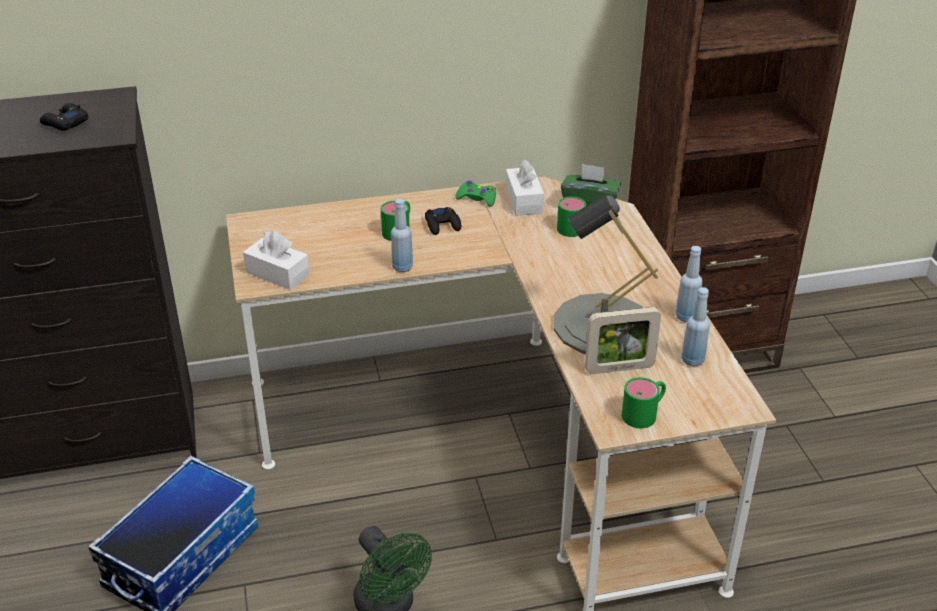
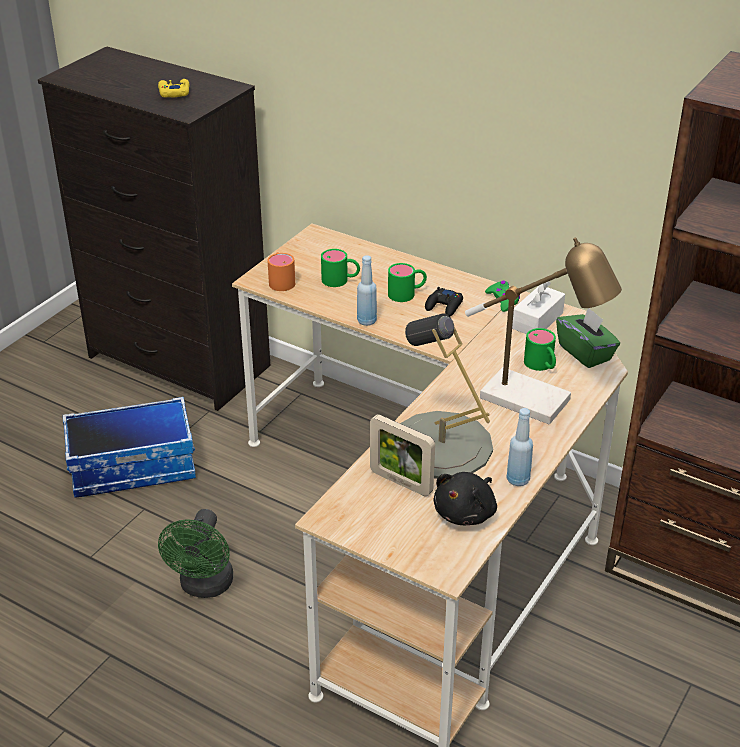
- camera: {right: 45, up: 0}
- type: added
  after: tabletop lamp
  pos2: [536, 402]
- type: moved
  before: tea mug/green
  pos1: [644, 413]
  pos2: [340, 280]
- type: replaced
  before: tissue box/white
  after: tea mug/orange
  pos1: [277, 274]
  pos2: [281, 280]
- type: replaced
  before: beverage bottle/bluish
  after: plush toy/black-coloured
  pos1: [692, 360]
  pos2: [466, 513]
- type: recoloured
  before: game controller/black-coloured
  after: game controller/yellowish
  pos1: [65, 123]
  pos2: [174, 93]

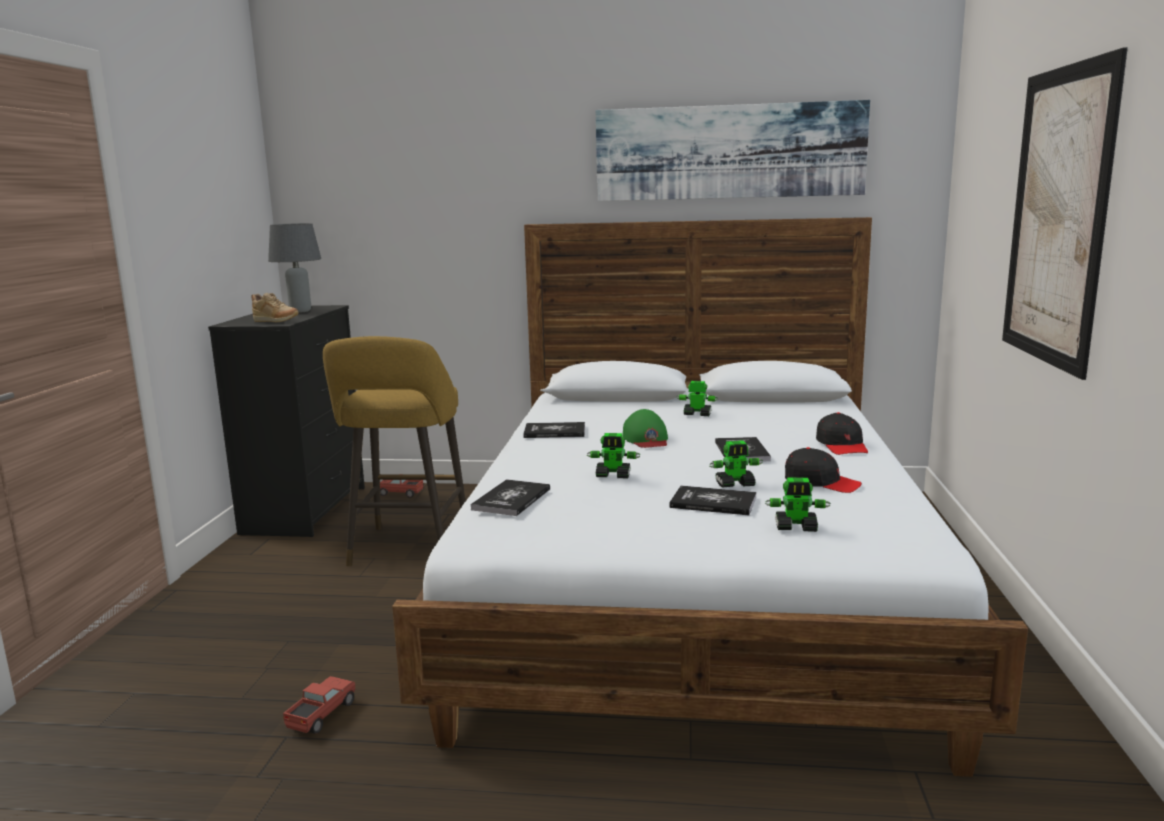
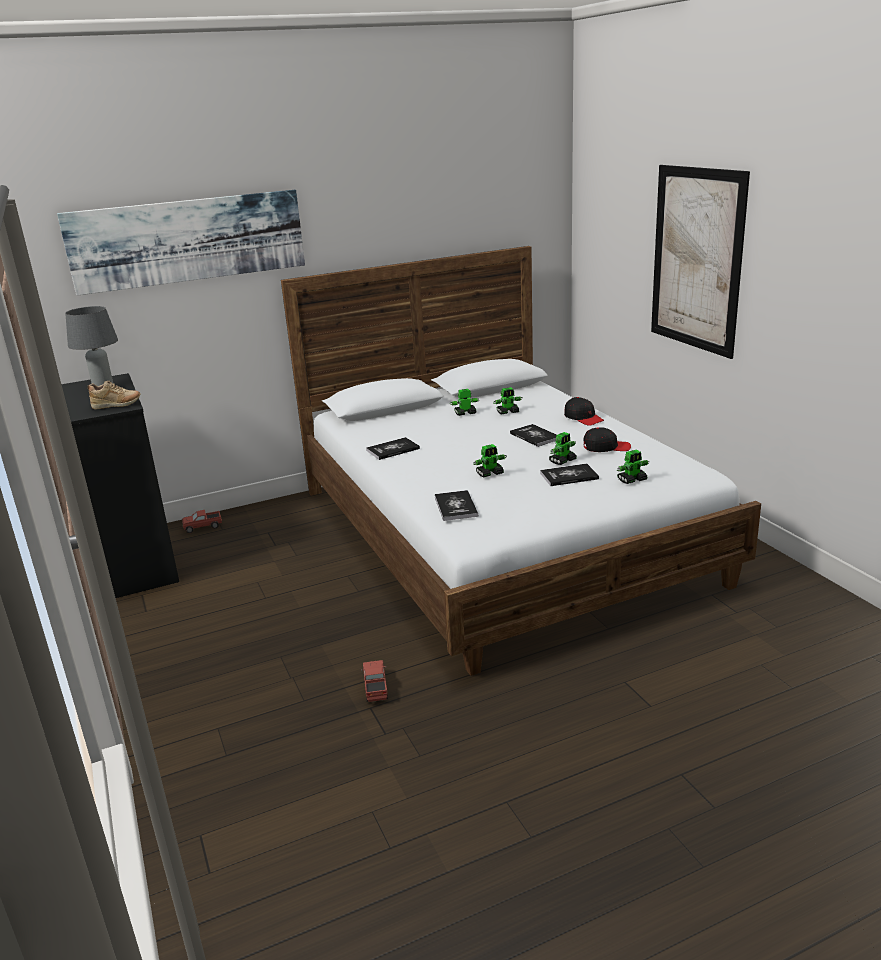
- camera: {right: -30, up: 10}
- type: removed
  before: stool seat/yellowish
  pos1: [408, 550]
- type: removed
  before: peaked cap/green
  pos1: [646, 439]
- type: added
  after: robot figure
  pos2: [508, 412]
- type: moved
  before: wall picture
  pos1: [729, 152]
  pos2: [188, 240]

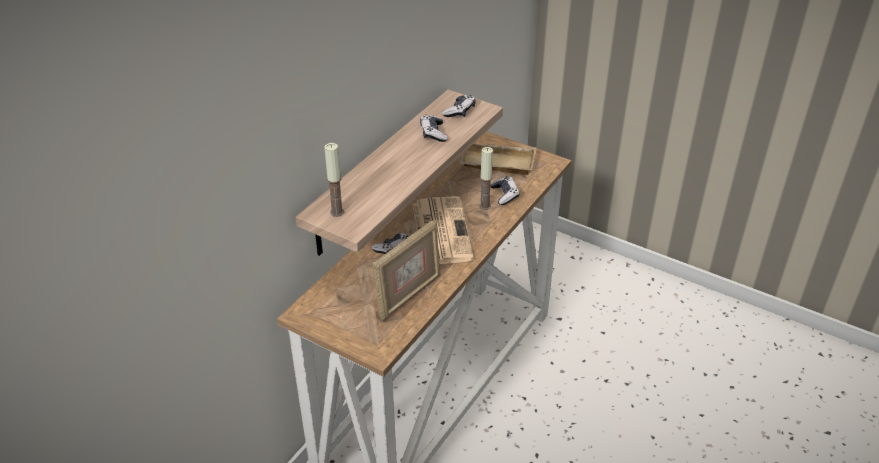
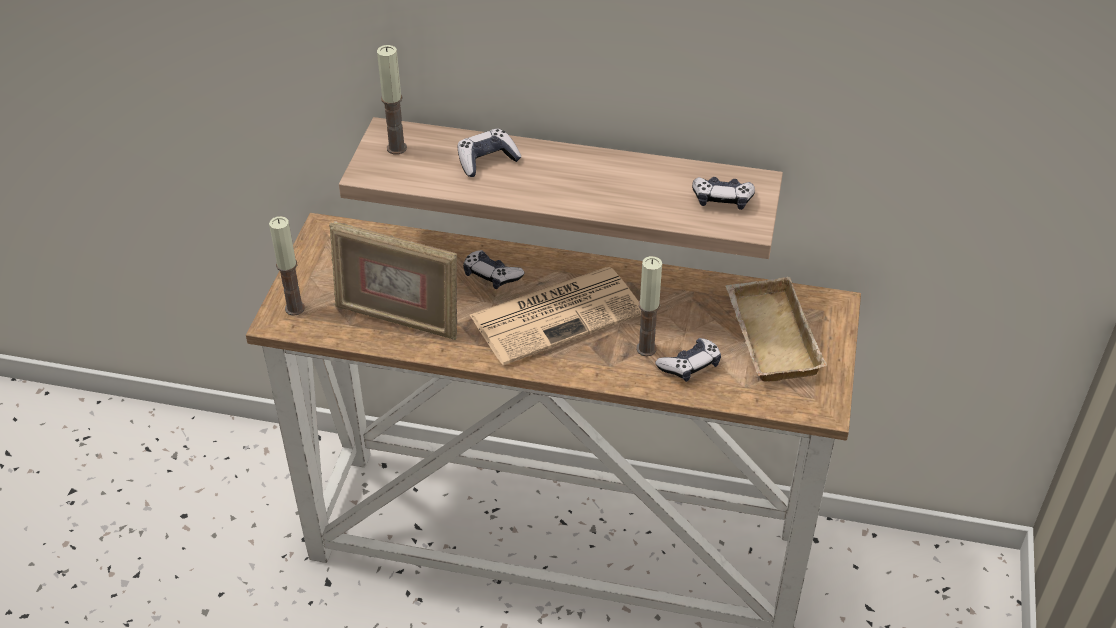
- camera: {right: 70, up: 5}
- type: added
  after: candle
  pos2: [295, 308]
- type: moved
  before: game controller
  pos1: [433, 133]
  pos2: [487, 160]

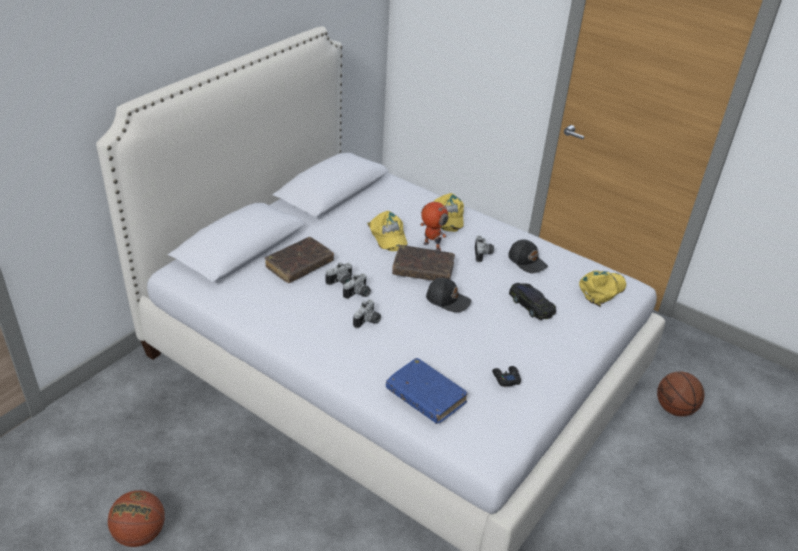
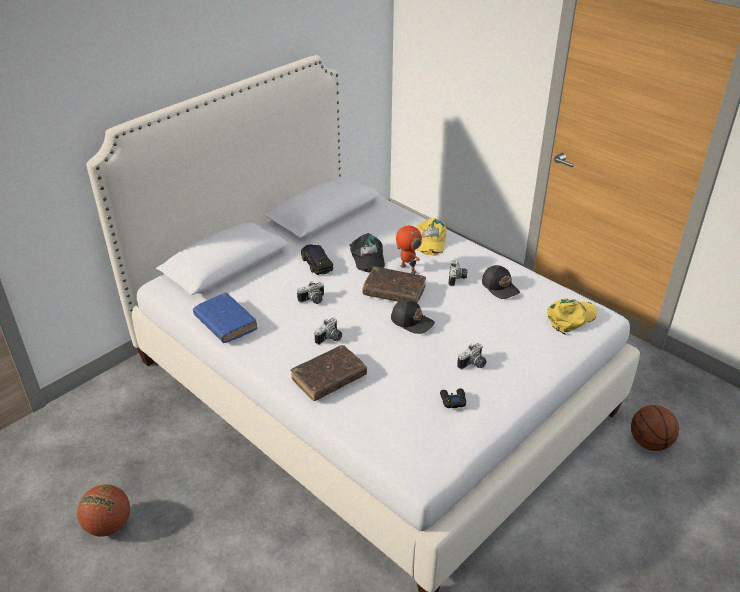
- camera: {right: 10, up: 0}
- type: moved
  before: volume/brown-coloured
  pos1: [299, 265]
  pos2: [329, 378]
- type: moved
  before: still camera
  pos1: [358, 294]
  pos2: [473, 364]
- type: moved
  before: volume/bluish
  pos1: [425, 396]
  pos2: [225, 323]
- type: moved
  before: miniature car/black-coloured
  pos1: [530, 304]
  pos2: [316, 262]
- type: recoloured
  before: peaked cap/yellowish
  after: peaked cap/black-coloured
  pos1: [388, 236]
  pos2: [367, 257]

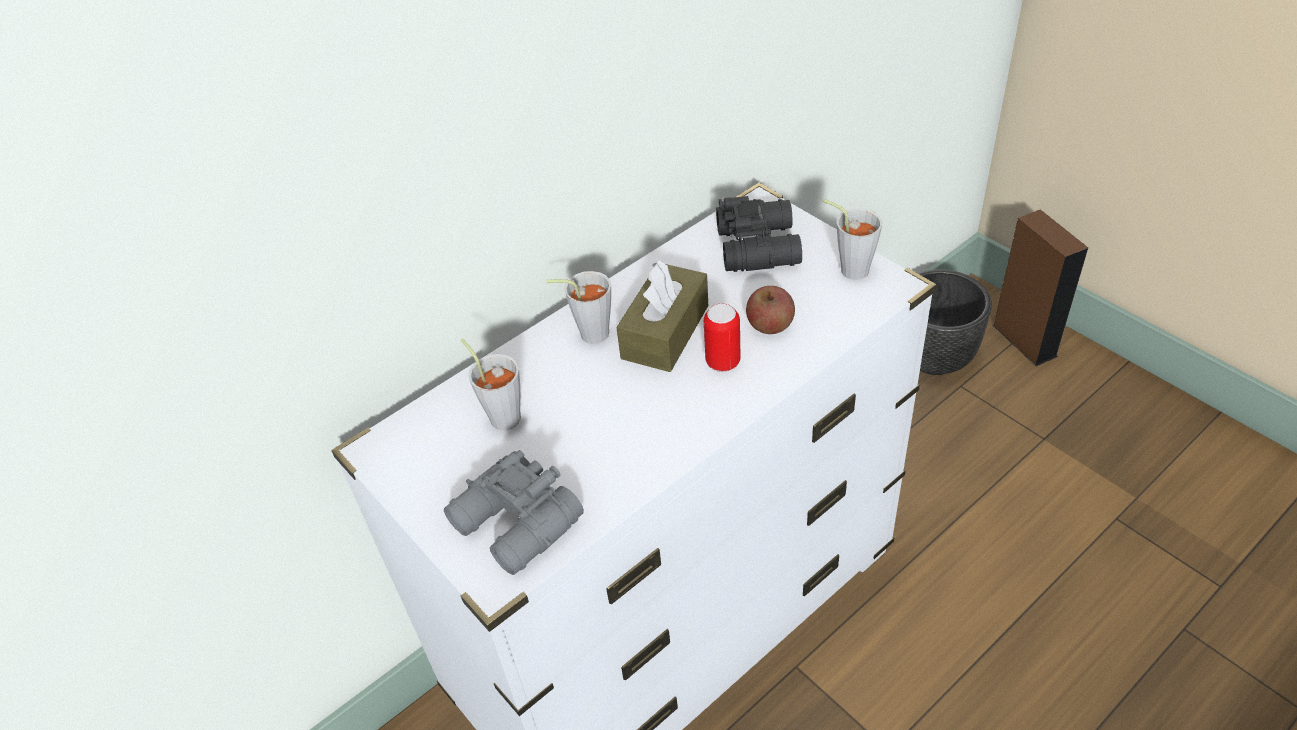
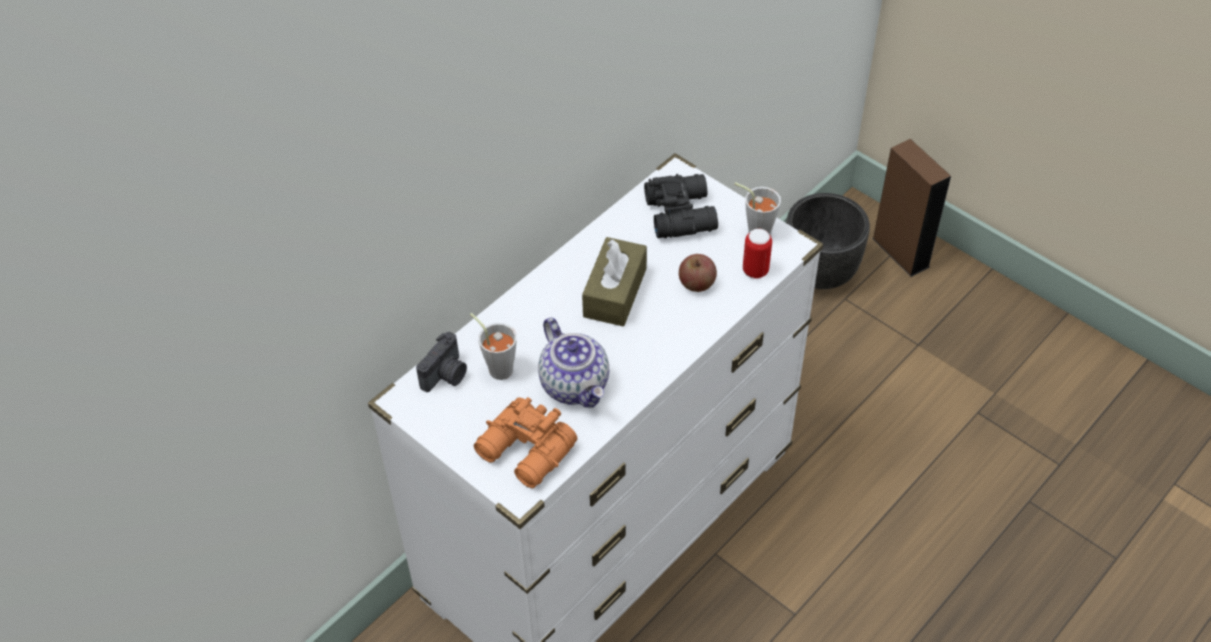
- camera: {right: -10, up: 5}
- type: removed
  before: drinking cup/grey
  pos1: [587, 334]
- type: added
  after: still camera
  pos2: [446, 375]
- type: added
  after: pot for tea
  pos2: [576, 385]
- type: moved
  before: sealed can
  pos1: [723, 362]
  pos2: [755, 270]
- type: recoloured
  before: field glasses/grey
  after: field glasses/orange
  pos1: [516, 526]
  pos2: [526, 453]

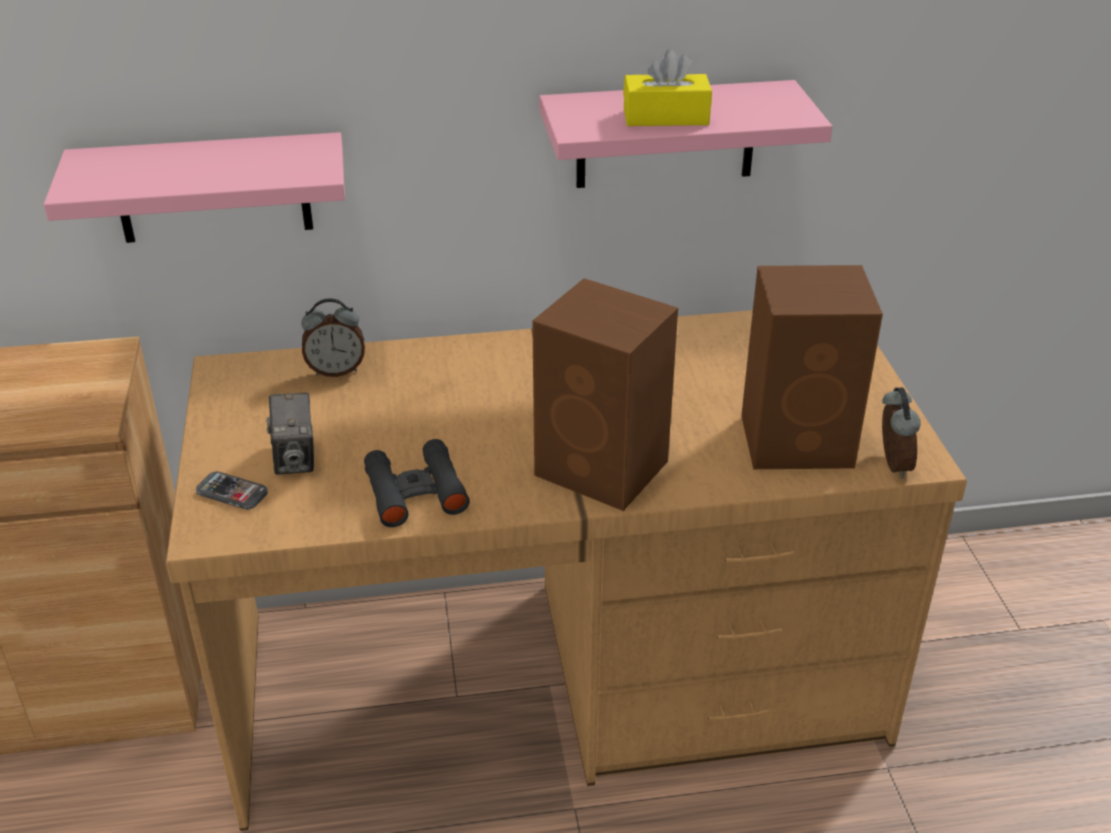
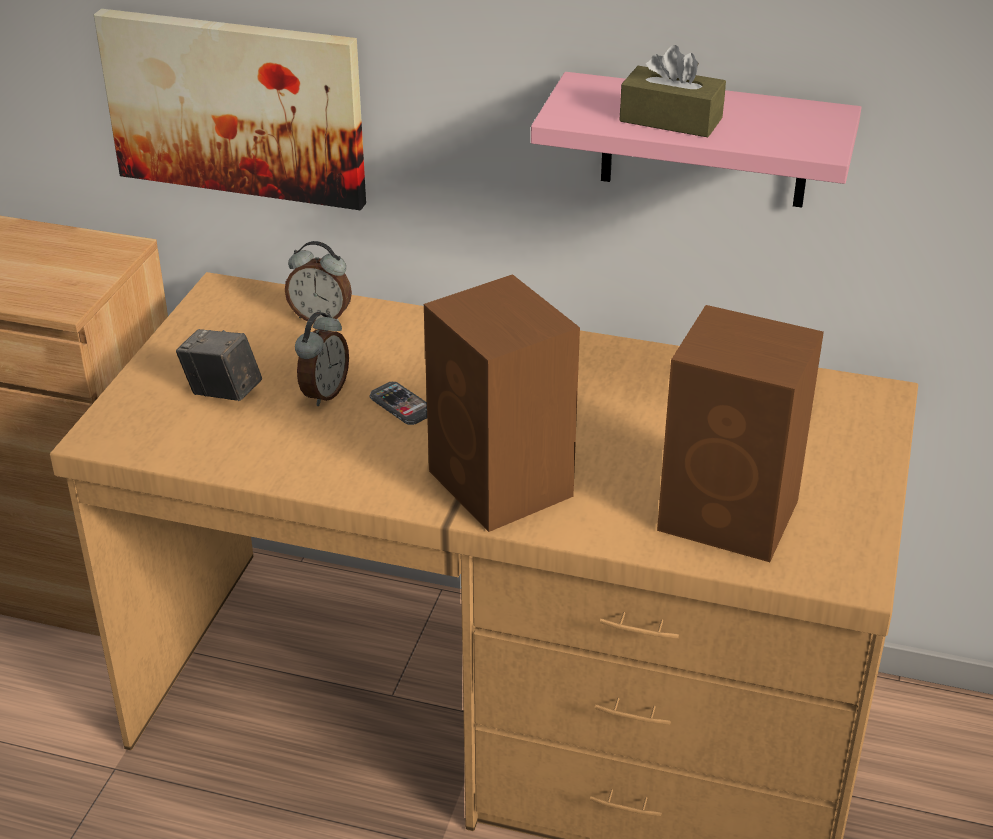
- camera: {right: 25, up: 0}
- type: removed
  before: field glasses/black-coloured
  pos1: [415, 491]
- type: moved
  before: handset
  pos1: [232, 492]
  pos2: [401, 405]
- type: moved
  before: alarm clock
  pos1: [891, 465]
  pos2: [323, 393]
- type: replaced
  before: bracket shelf/pink
  after: wall picture
  pos1: [212, 188]
  pos2: [235, 107]
- type: recoloured
  before: tissue box/yellowish
  after: tissue box/brown-coloured
  pos1: [665, 117]
  pos2: [671, 120]
- type: turned
  before: still camera
  pos1: [295, 459]
  pos2: [222, 392]
  turn: 105

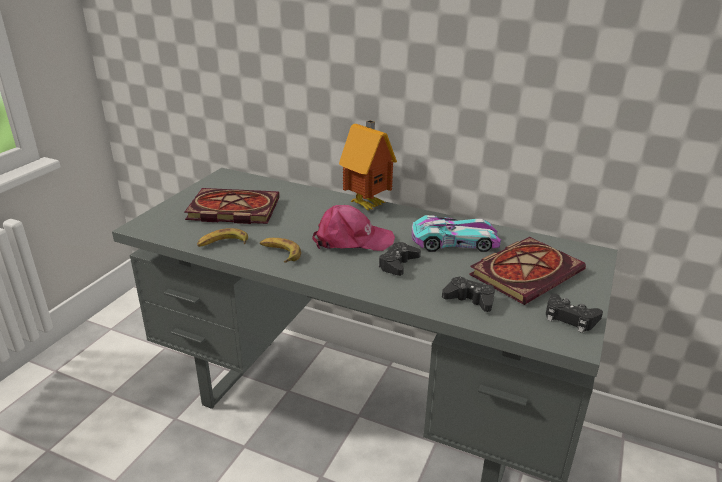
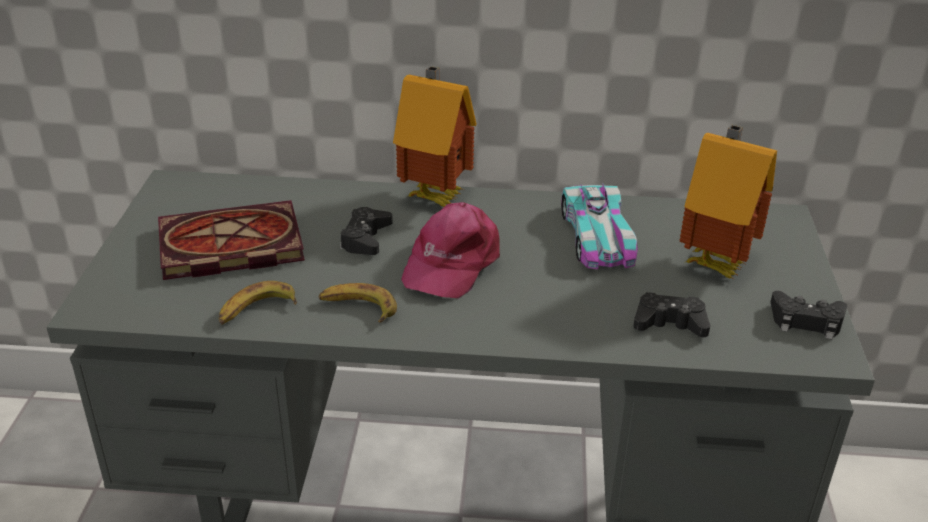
- camera: {right: -20, up: 5}
- type: moved
  before: game controller/black-coloured
  pos1: [398, 264]
  pos2: [365, 238]
- type: replaced
  before: volume
  after: toy house
  pos1: [526, 272]
  pos2: [716, 263]
- type: turned
  before: peaked cap/pink
  pos1: [351, 240]
  pos2: [451, 262]
  turn: 135
- type: turned
  before: miniature car
  pos1: [454, 242]
  pos2: [597, 236]
  turn: 105

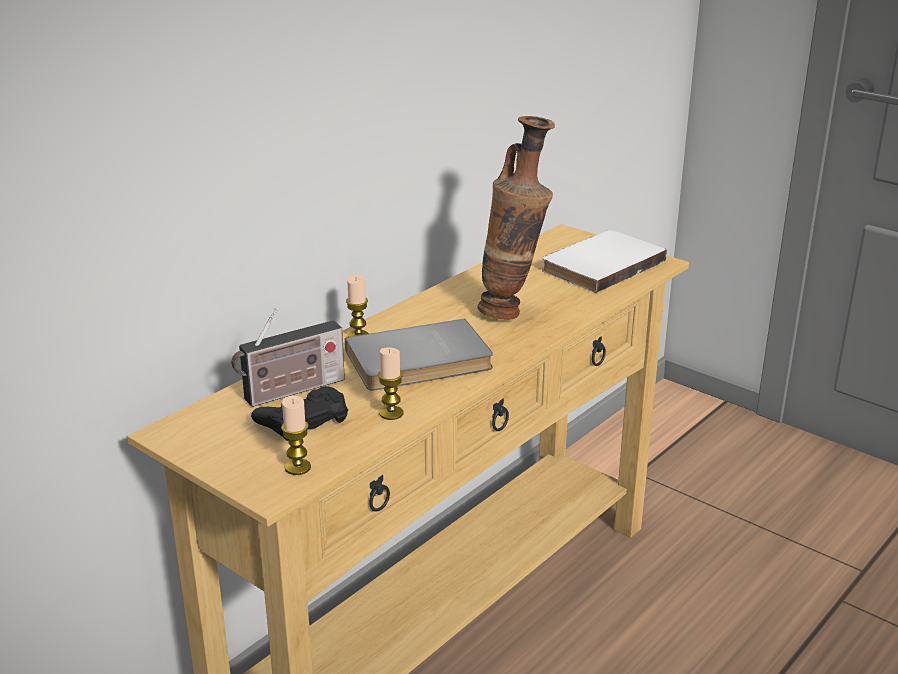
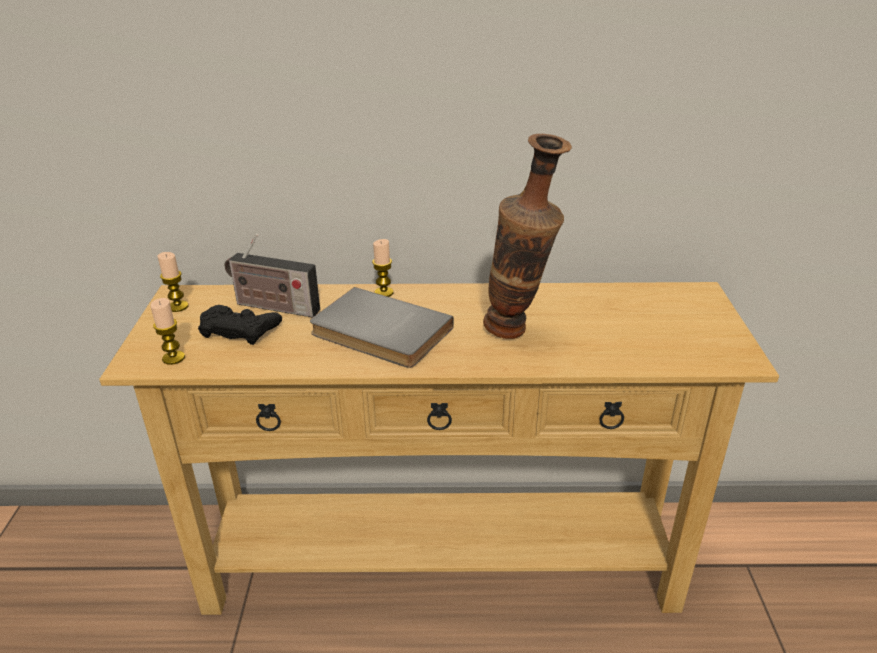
- camera: {right: 50, up: 5}
- type: removed
  before: volume/white
  pos1: [600, 264]
- type: moved
  before: candle
  pos1: [391, 413]
  pos2: [178, 306]

